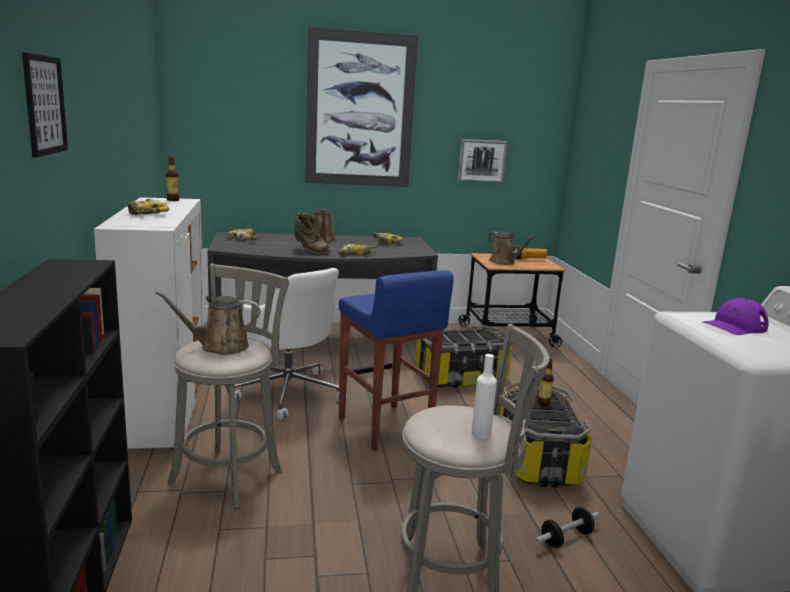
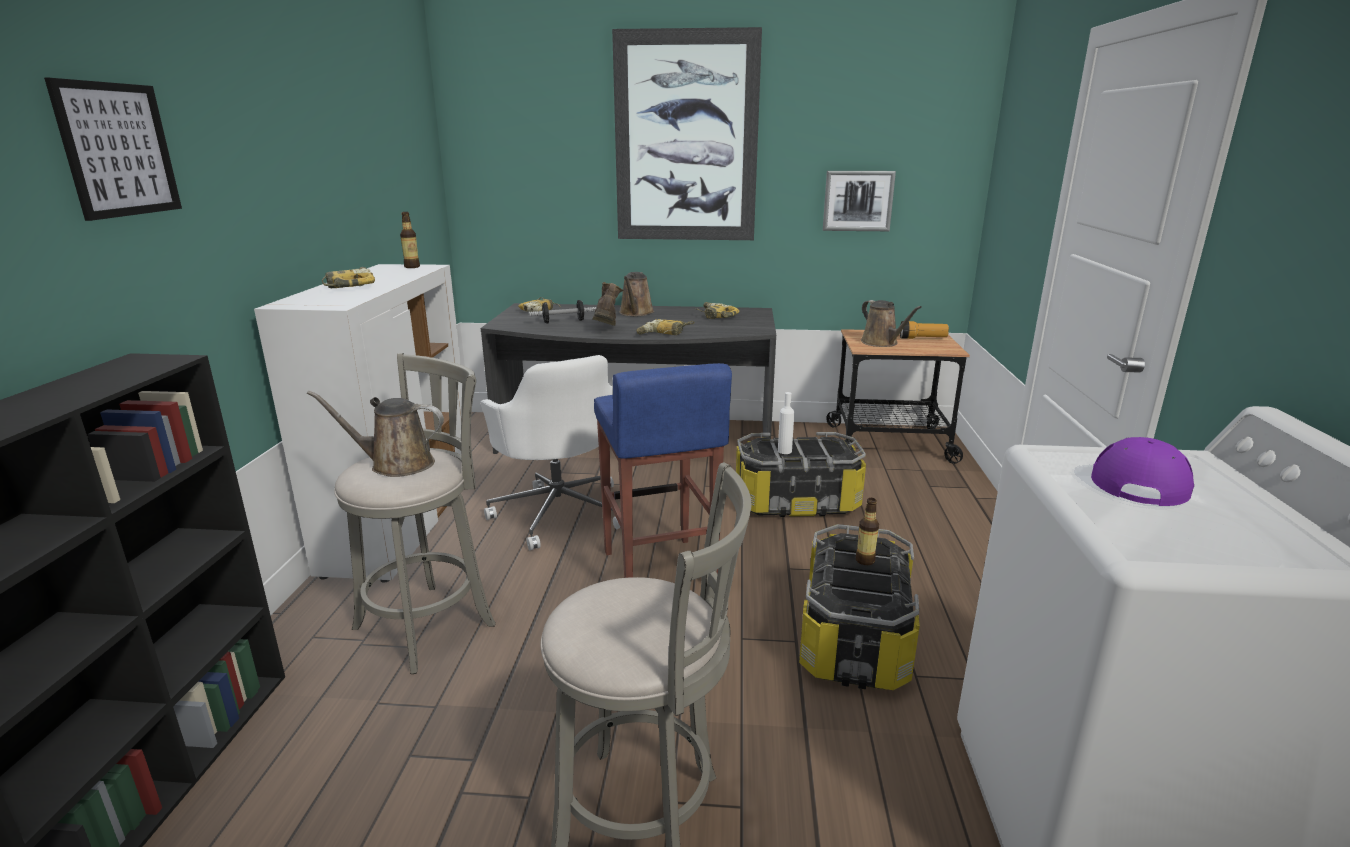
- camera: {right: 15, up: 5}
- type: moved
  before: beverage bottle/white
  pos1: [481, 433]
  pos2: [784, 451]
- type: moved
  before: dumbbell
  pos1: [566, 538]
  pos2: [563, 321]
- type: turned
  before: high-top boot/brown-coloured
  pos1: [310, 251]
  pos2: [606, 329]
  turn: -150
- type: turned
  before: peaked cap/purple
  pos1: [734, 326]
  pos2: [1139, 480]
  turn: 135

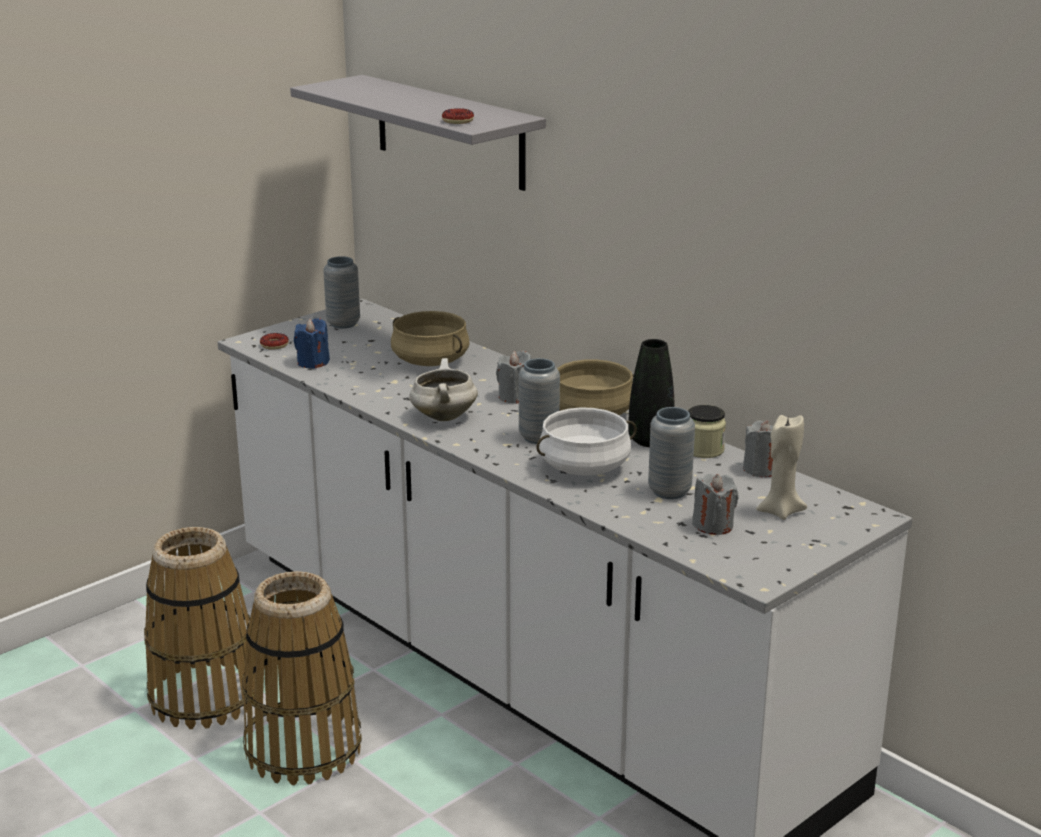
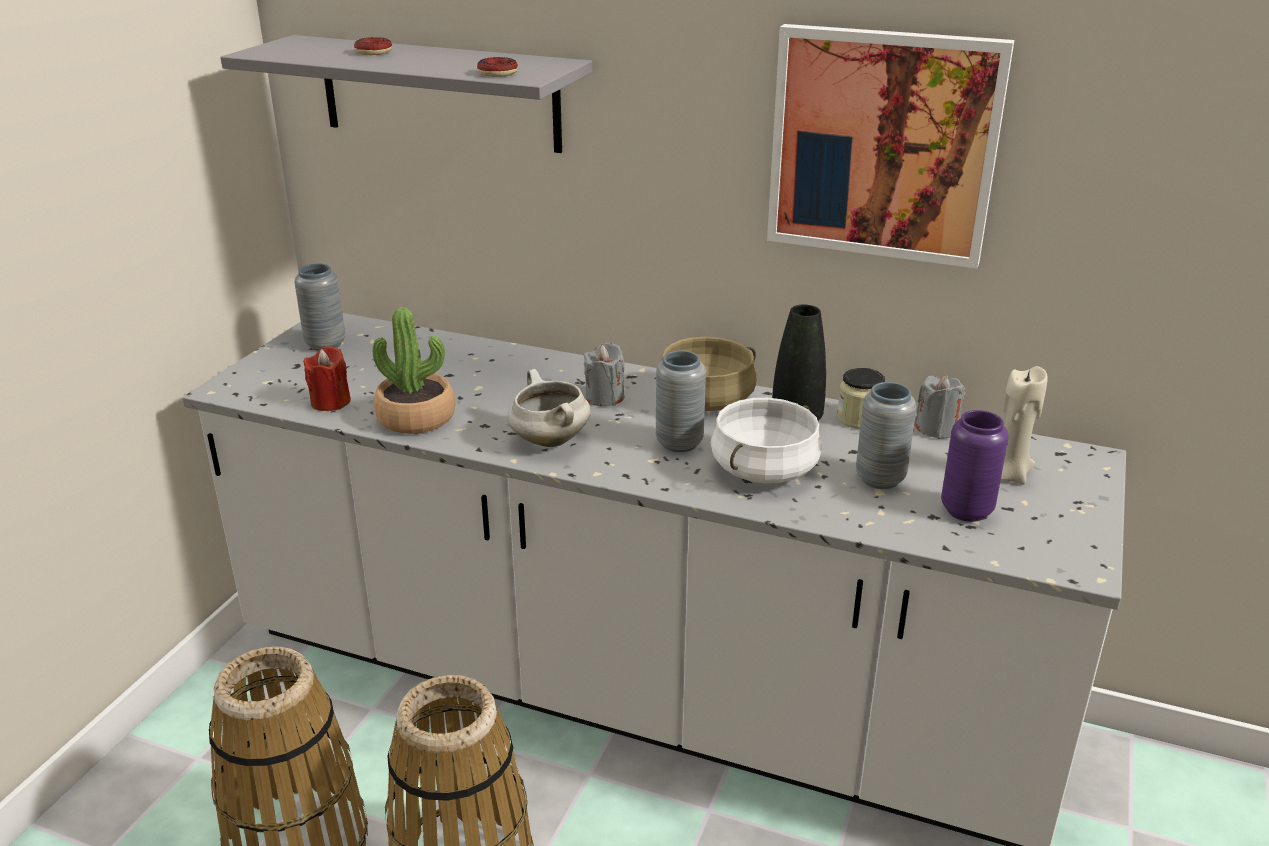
- camera: {right: -25, up: 5}
- type: removed
  before: saucepot/beige
  pos1: [429, 361]
- type: added
  after: plant in a pot
  pos2: [416, 417]
- type: added
  after: wall picture
  pos2: [883, 145]
- type: moved
  before: ring doughnut
  pos1: [274, 345]
  pos2: [373, 52]
- type: replaced
  before: candle/grey
  after: vase/purple
  pos1: [713, 525]
  pos2: [966, 510]
- type: recoloured
  before: candle/bluish
  after: candle/red-coloured
  pos1: [313, 363]
  pos2: [330, 402]

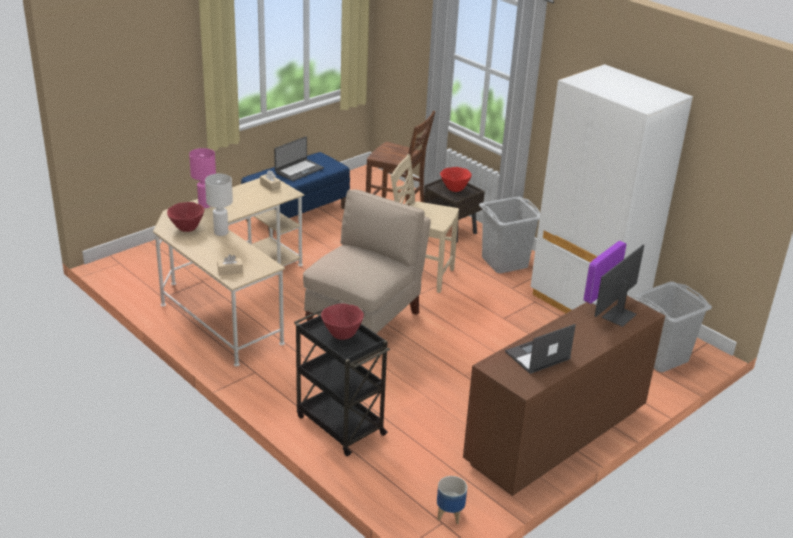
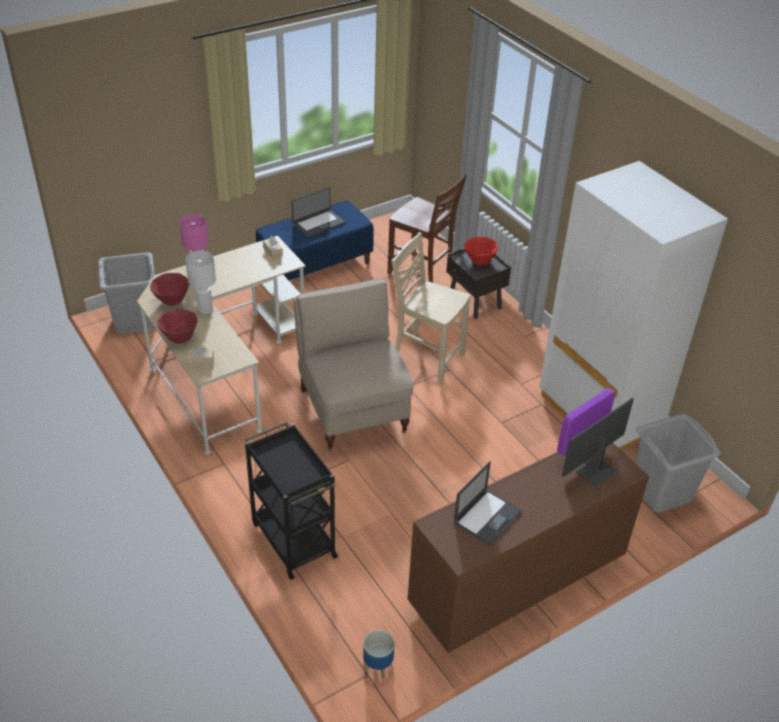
- camera: {right: 10, up: 10}
- type: moved
  before: serving bowl/red-coloured
  pos1: [341, 334]
  pos2: [179, 338]
- type: moved
  before: washing basket/grey
  pos1: [505, 262]
  pos2: [135, 321]
- type: turned
  before: plain chair/beige
  pos1: [364, 320]
  pos2: [352, 410]
  turn: -60
- type: turned
  before: portable computer
  pos1: [537, 356]
  pos2: [487, 517]
  turn: 150

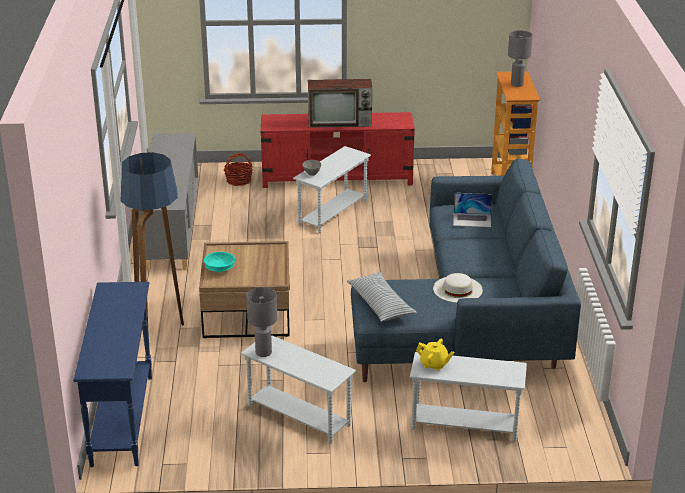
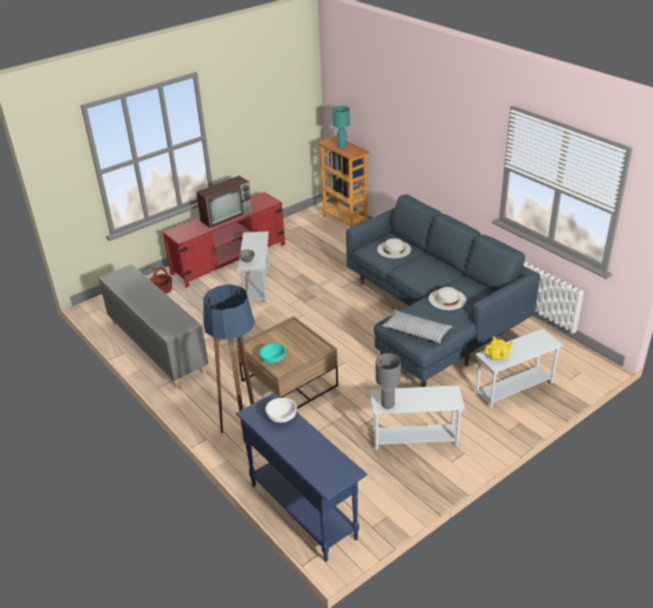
- camera: {right: -35, up: 5}
- type: added
  after: serving bowl/white
  pos2: [281, 417]
- type: replaced
  before: portable computer
  after: hat/white
  pos1: [472, 220]
  pos2: [394, 249]
- type: recoloured
  before: tabletop lamp/grey
  after: tabletop lamp/turquoise-coloured
  pos1: [516, 84]
  pos2: [342, 146]

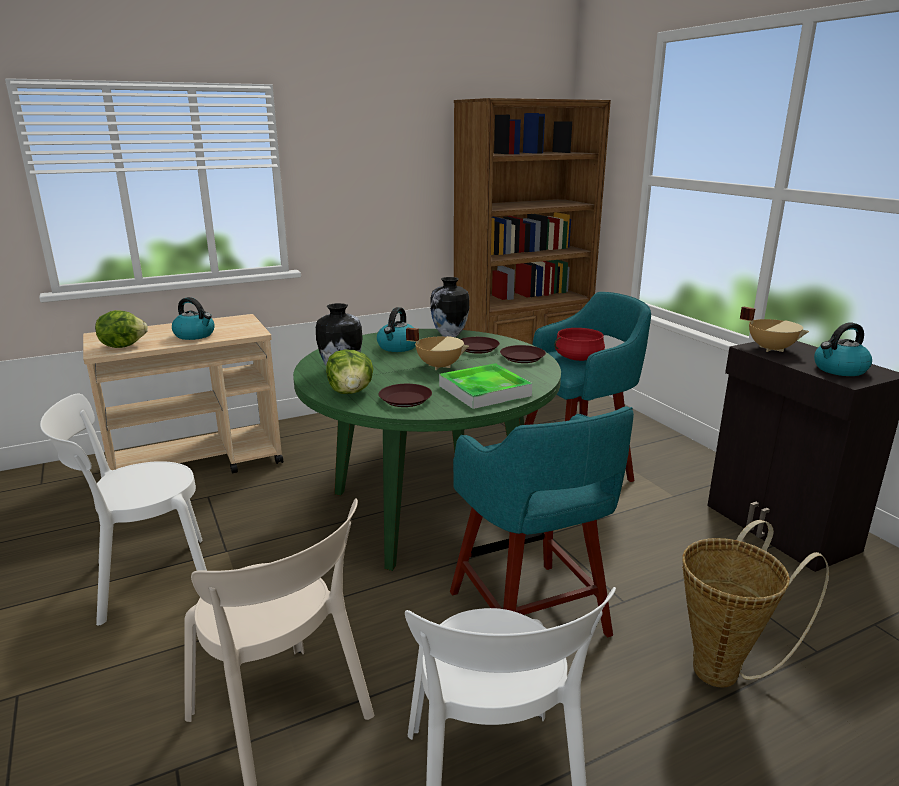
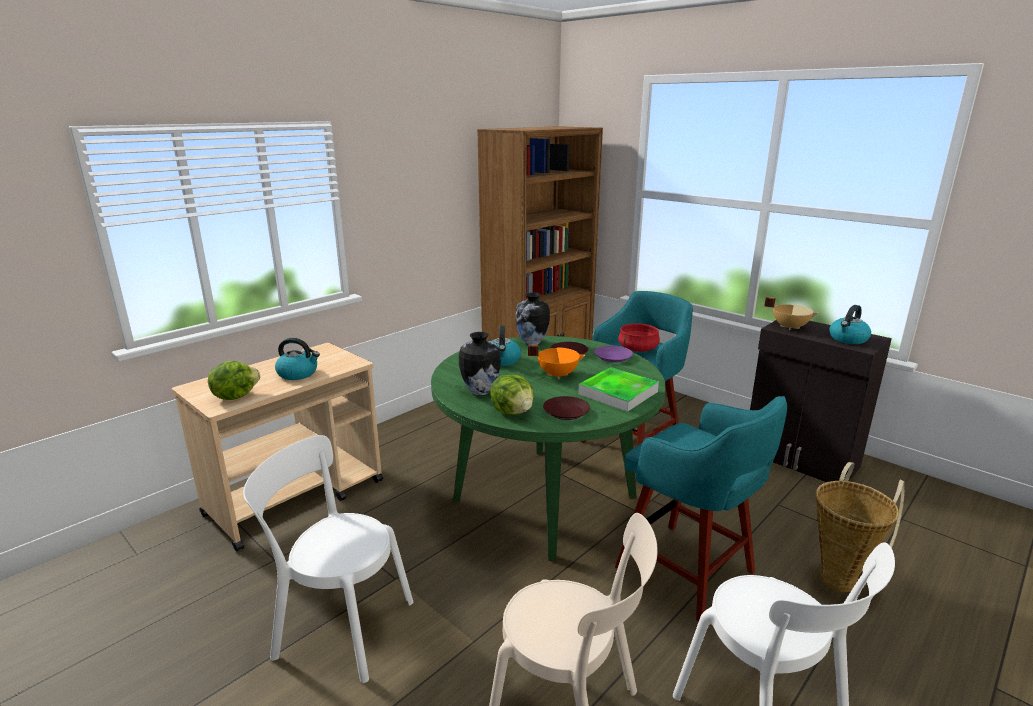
- camera: {right: -20, up: 0}
- type: recoloured
  before: saucepot/beige
  after: saucepot/orange
  pos1: [439, 366]
  pos2: [557, 374]
- type: recoloured
  before: dinner plate/brown-coloured
  after: dinner plate/purple
  pos1: [522, 357]
  pos2: [613, 357]
- type: turned
  before: plain chair/white
  pos1: [146, 580]
  pos2: [339, 627]
  turn: 60

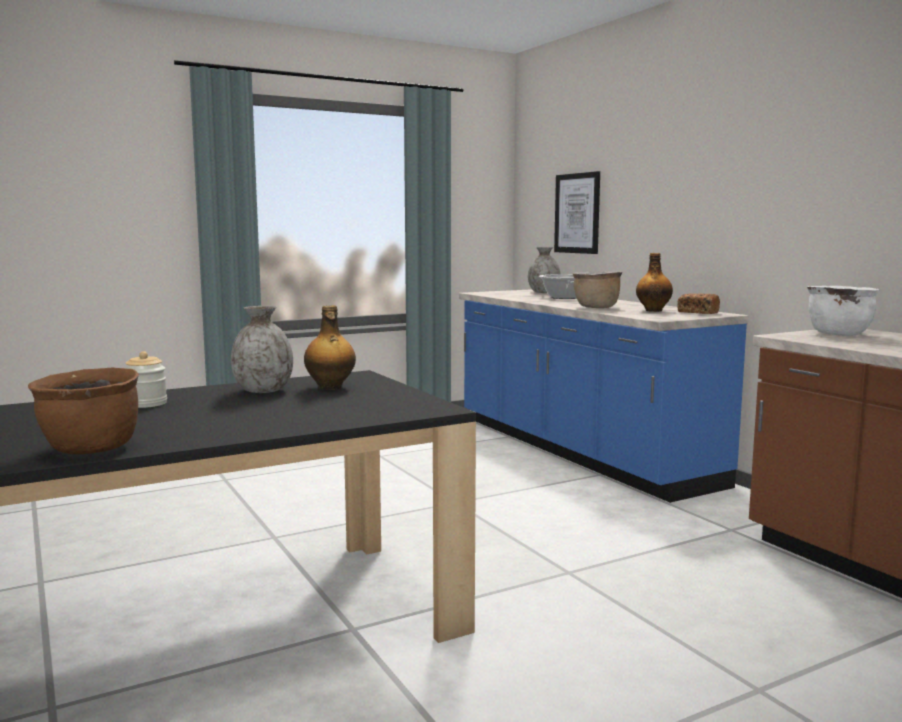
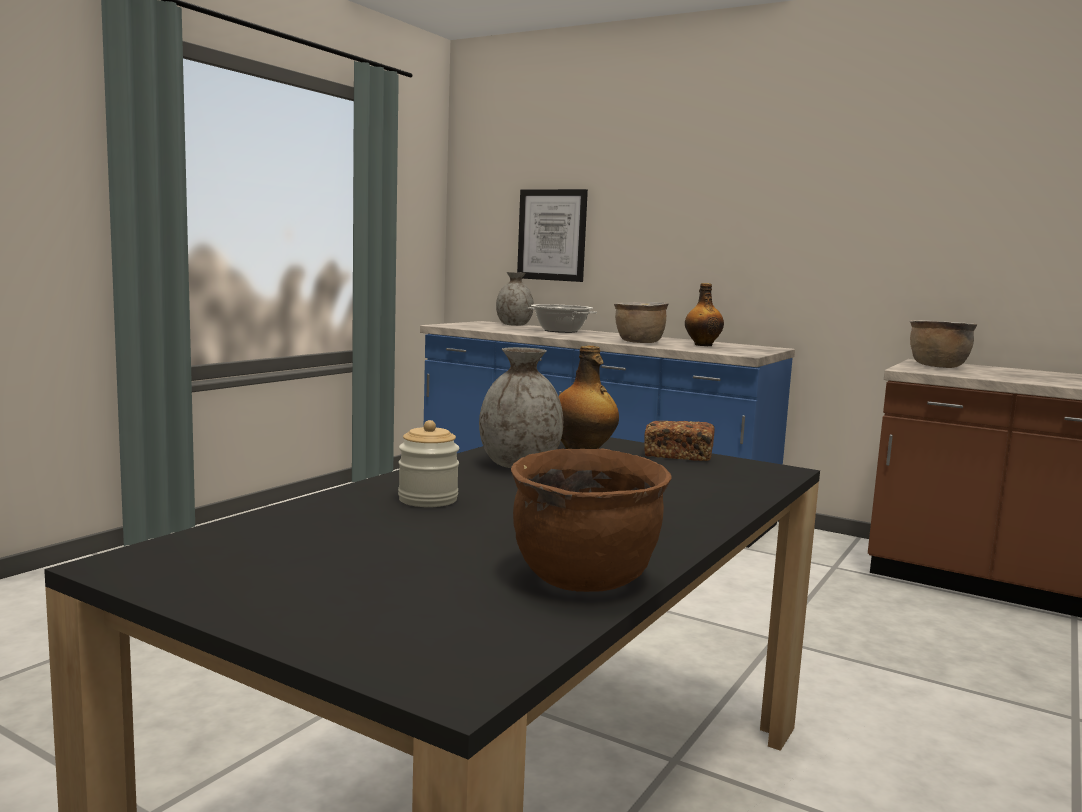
- camera: {right: -30, up: 0}
- type: moved
  before: bakery bread
  pos1: [697, 312]
  pos2: [678, 456]
- type: recoloured
  before: saucepot/white
  after: saucepot/brown-coloured
  pos1: [838, 334]
  pos2: [937, 366]

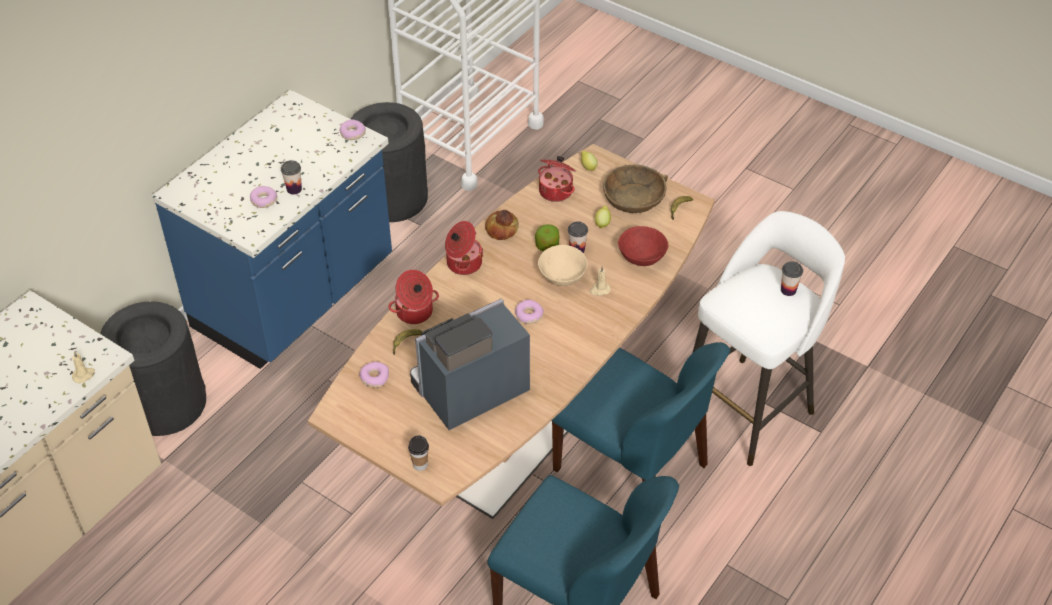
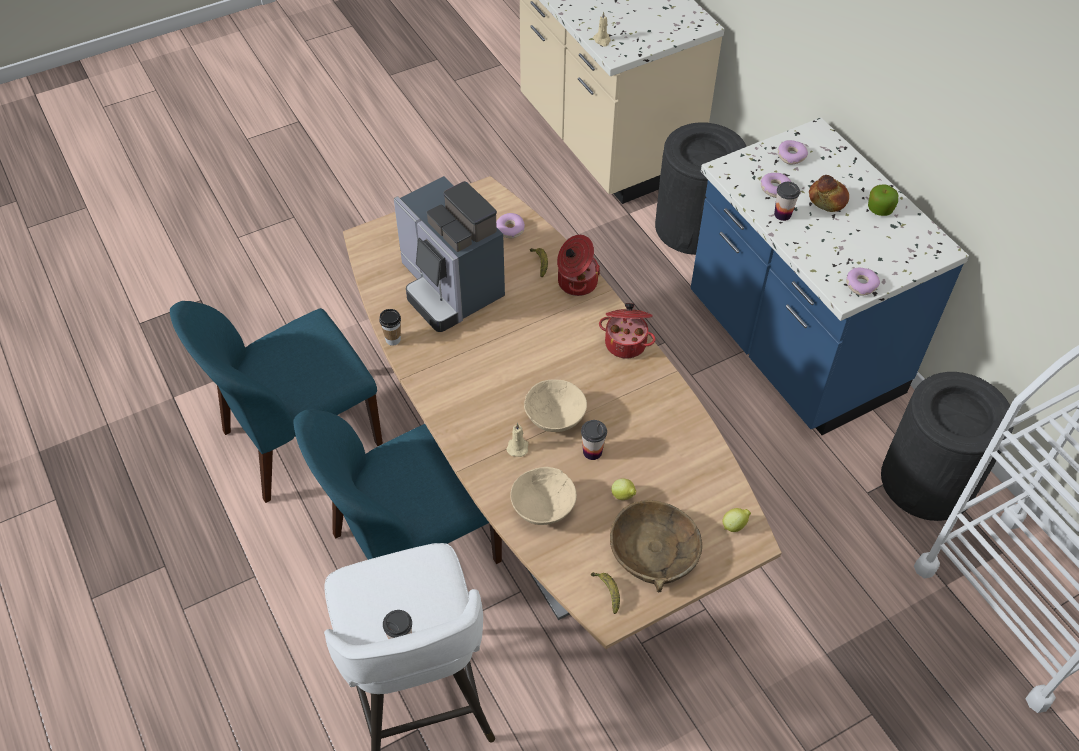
- camera: {right: 115, up: 5}
- type: removed
  before: saucepot
  pos1: [556, 191]
- type: moved
  before: drinking cup
  pos1: [420, 465]
  pos2: [393, 339]
- type: moved
  before: bakery bread
  pos1: [501, 229]
  pos2: [828, 199]
- type: moved
  before: ring doughnut
  pos1: [528, 315]
  pos2: [791, 156]
- type: moved
  before: whole apple
  pos1: [547, 246]
  pos2: [879, 209]
- type: recoloured
  before: serving bowl/red-coloured
  after: serving bowl/beige
  pos1: [642, 258]
  pos2: [543, 510]
- type: turned
  before: coffee maker
  pos1: [468, 391]
  pos2: [450, 288]
  turn: 150

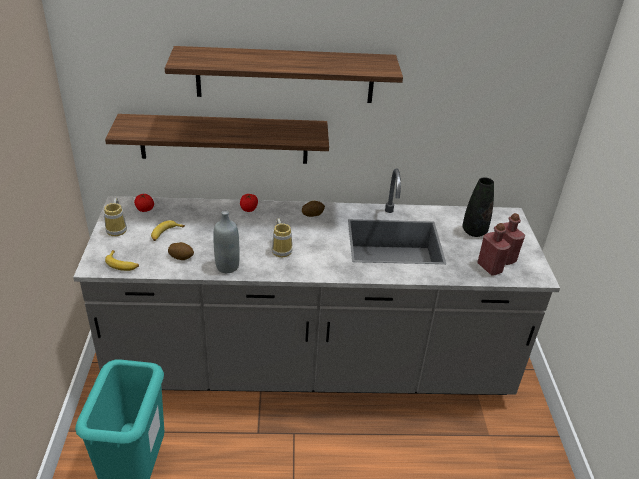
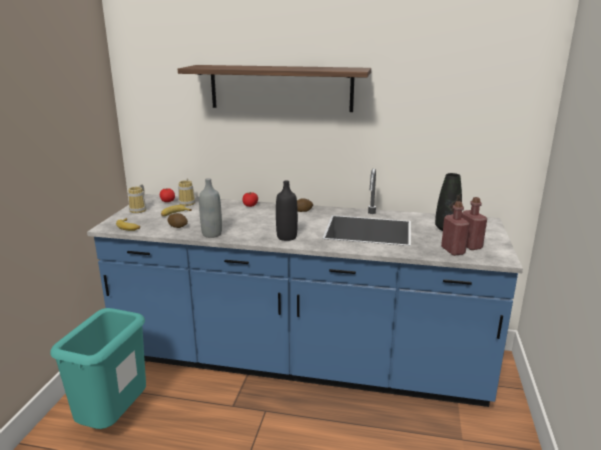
- camera: {right: 15, up: -15}
- type: removed
  before: bracket shelf
  pos1: [224, 139]
- type: added
  after: beverage bottle/black-coloured
  pos2: [286, 237]
- type: moved
  before: tea mug
  pos1: [282, 249]
  pos2: [188, 203]
- type: recoloured
  before: kitchen counter/grey
  after: kitchen counter/bluish
  pos1: [311, 365]
  pos2: [300, 360]

